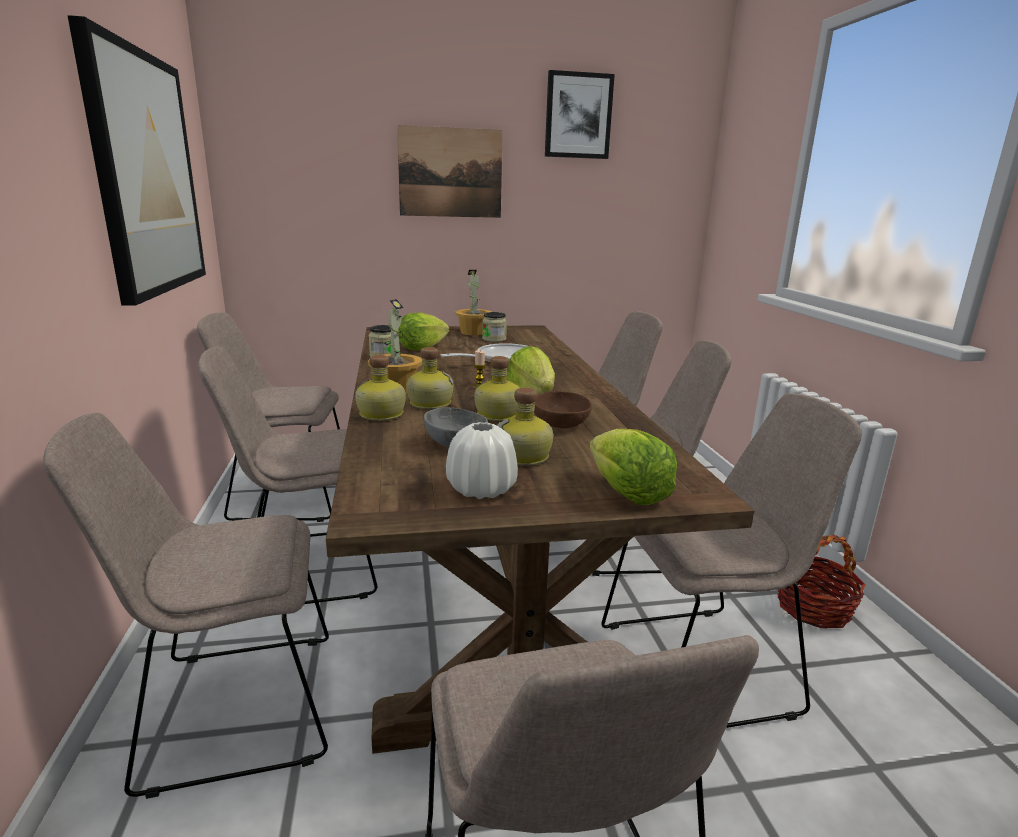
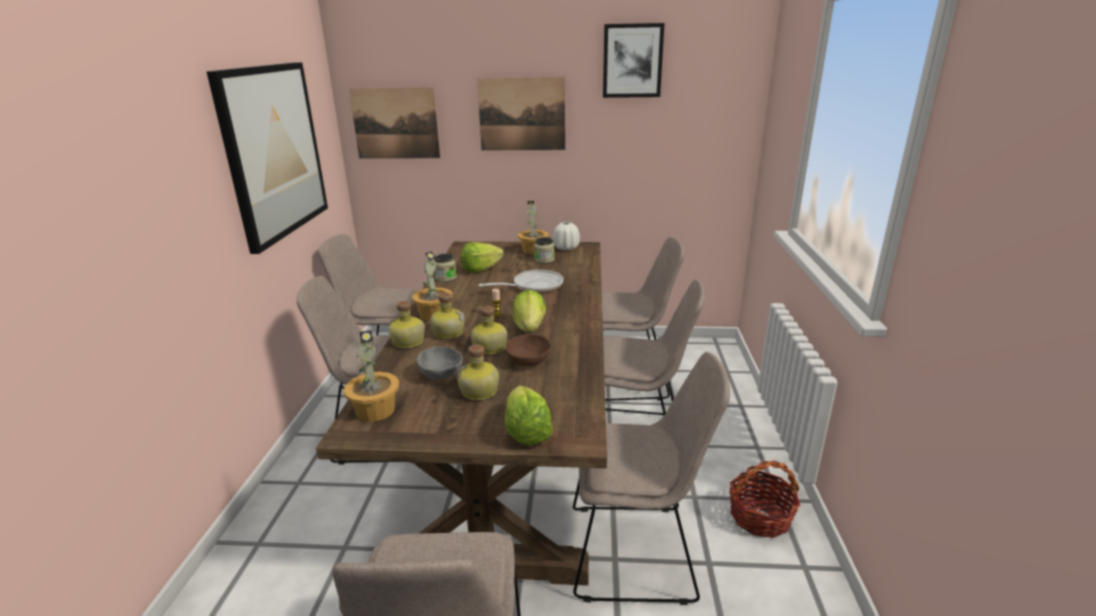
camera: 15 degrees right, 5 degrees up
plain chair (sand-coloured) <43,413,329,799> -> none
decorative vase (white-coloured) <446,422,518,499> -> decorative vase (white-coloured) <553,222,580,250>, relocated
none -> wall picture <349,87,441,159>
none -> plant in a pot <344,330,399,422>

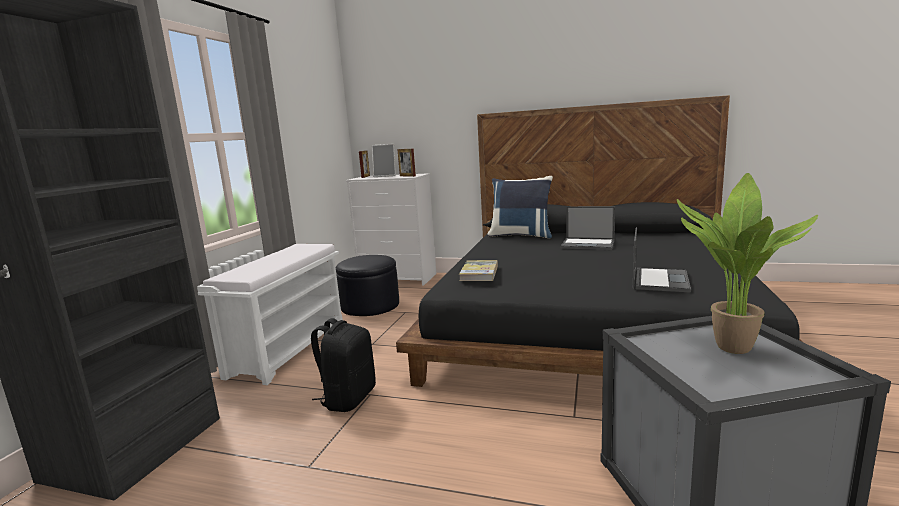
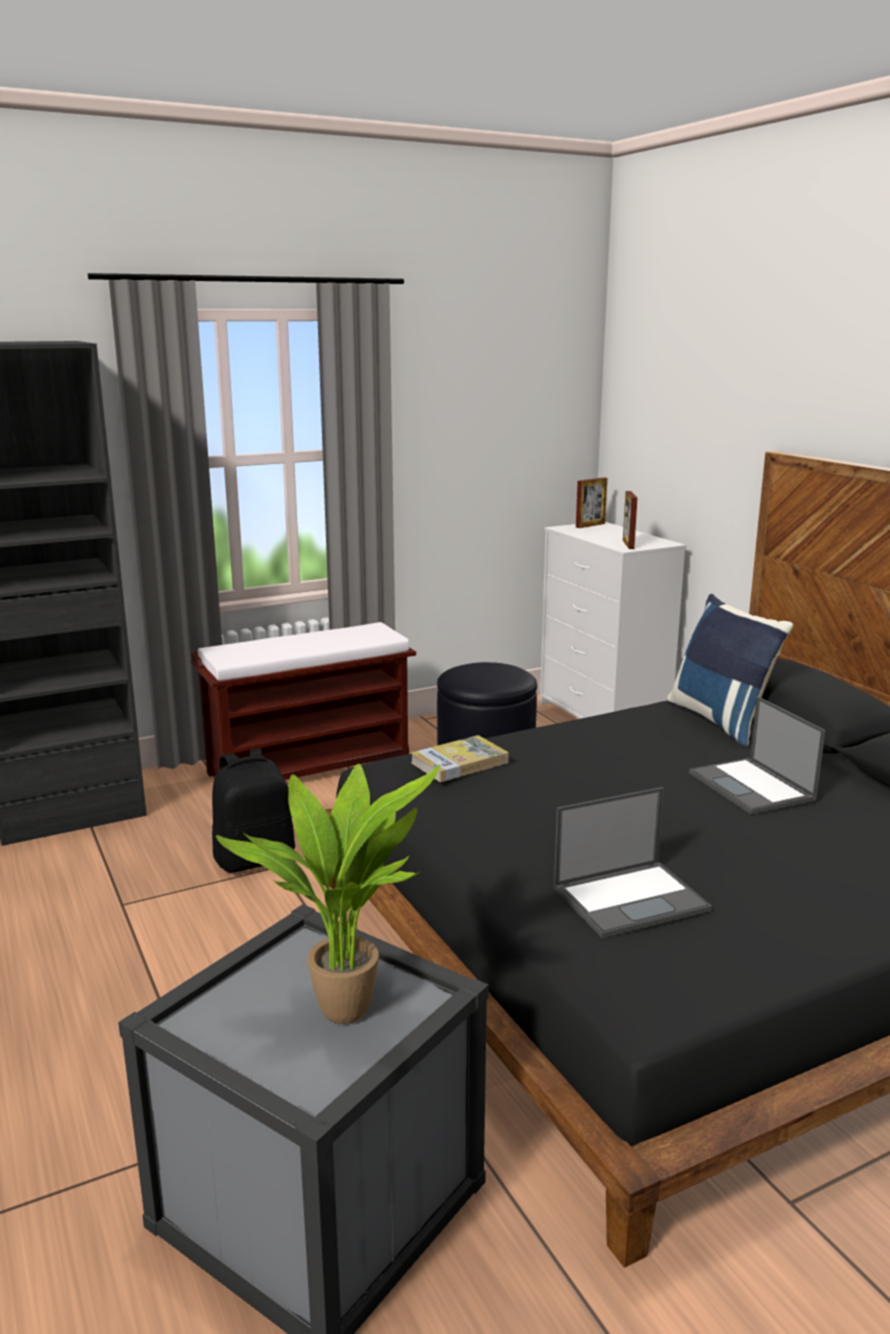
camera: 45 degrees right, 5 degrees up
standing frame <372,144,396,177> -> none
long seat (white-coloured) <197,244,343,385> -> long seat (brownish) <191,622,416,780>

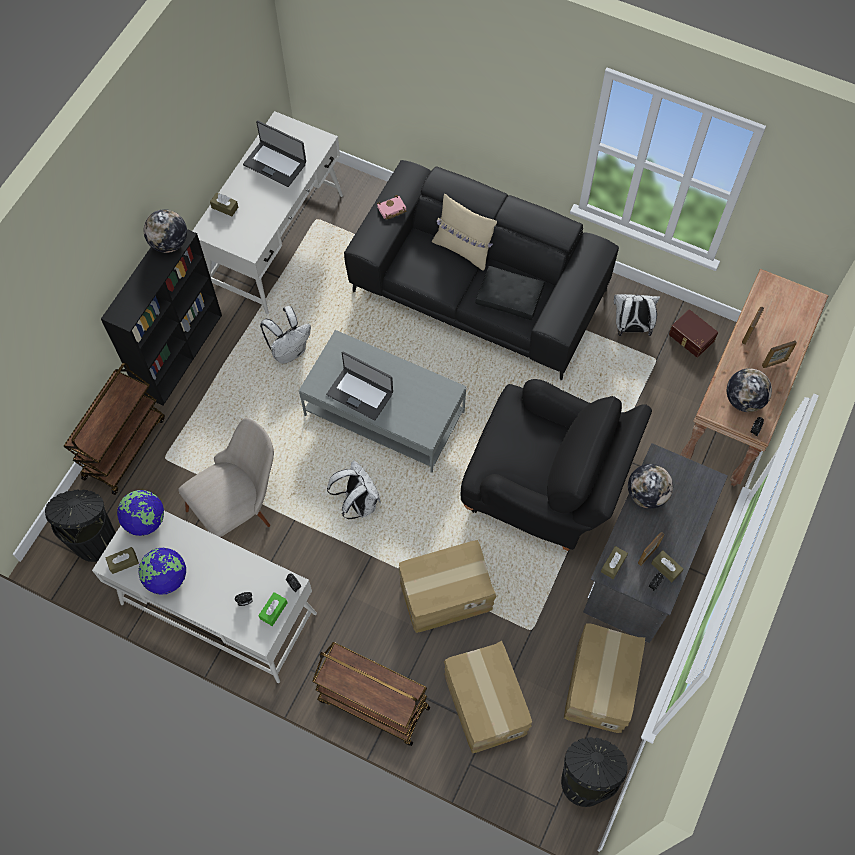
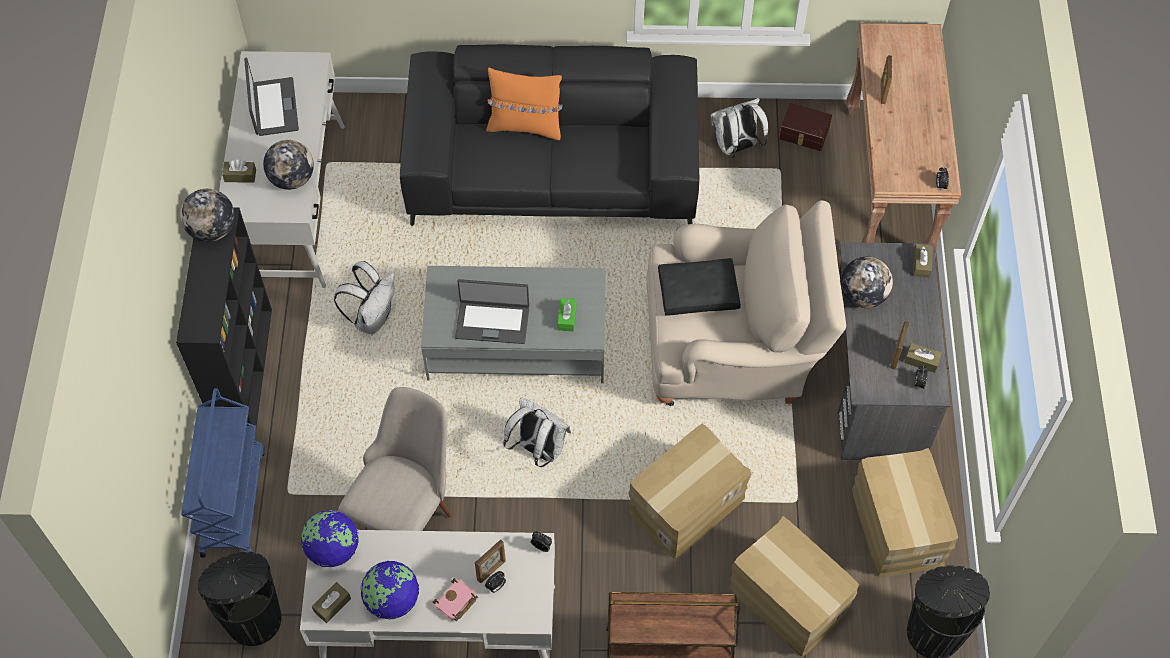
camera: 25 degrees left, 5 degrees down
laptop <243,120,306,187> -> laptop <244,57,299,136>, 105 degrees counterclockwise
pillow (sand-coloured) <432,194,497,270> -> pillow (orangey) <486,68,563,140>
bound book (pinkish) <377,195,406,220> -> bound book (pinkish) <433,578,478,621>, relocated
pillow (black-coloured) <475,266,545,320> -> pillow (black-coloured) <658,258,741,316>, relocated
standing frame <762,340,797,368> -> standing frame <475,540,506,583>, relocated
cart (brownish) <63,363,165,495> -> cart (bluish) <181,388,265,558>
world globe <727,368,772,412> -> world globe <263,140,314,190>, relocated
armchair (black-coloured) <460,379,652,551> -> armchair (sand-coloured) <646,200,846,406>
tissue box (brownish) <601,546,628,579> -> tissue box (brownish) <913,244,933,278>, relocated
tissue box (greenish) <258,592,288,626> -> tissue box (greenish) <557,298,577,332>, relocated

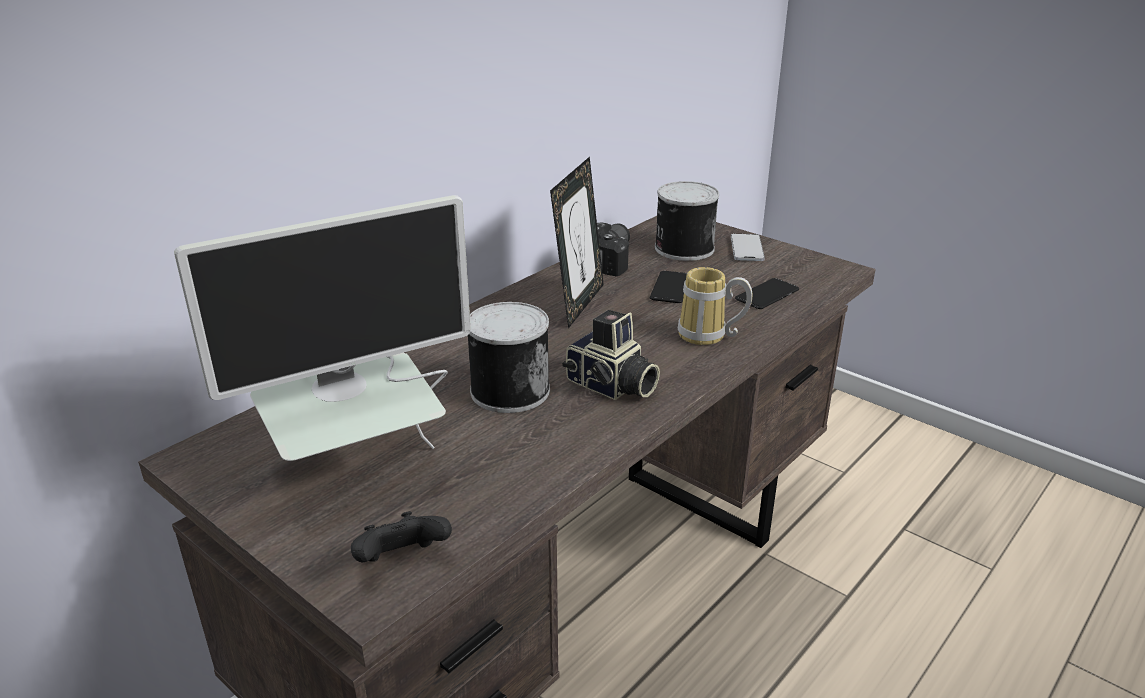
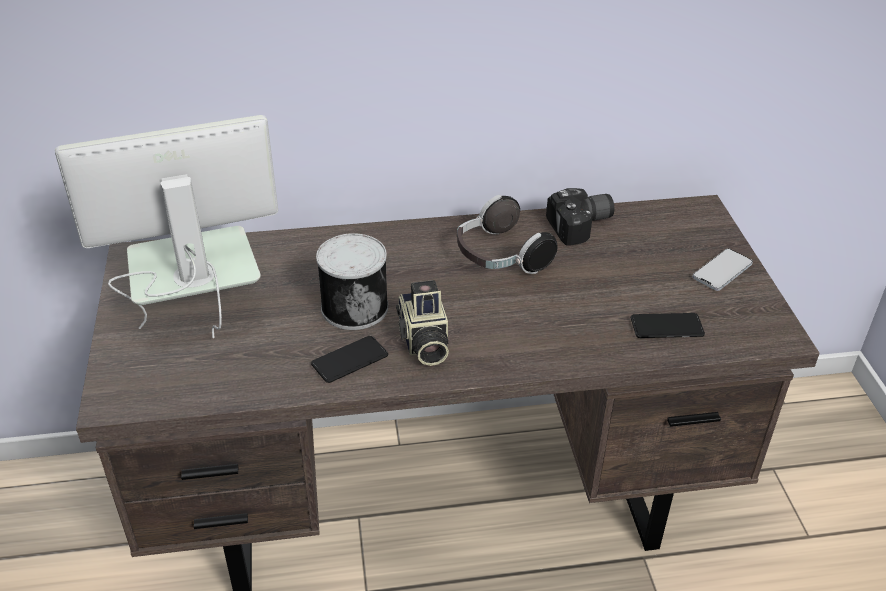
camera: 40 degrees right, 10 degrees up
standing frame <550,157,604,328> -> pair of headphones <457,195,558,274>
can <655,181,719,261> -> none
monitor <174,195,471,461> -> monitor <55,115,278,338>, 150 degrees clockwise
mug <678,267,752,345> -> none
phone <650,271,687,303> -> phone <311,336,388,383>, relocated
game controller (black-coloured) <351,511,452,562> -> none

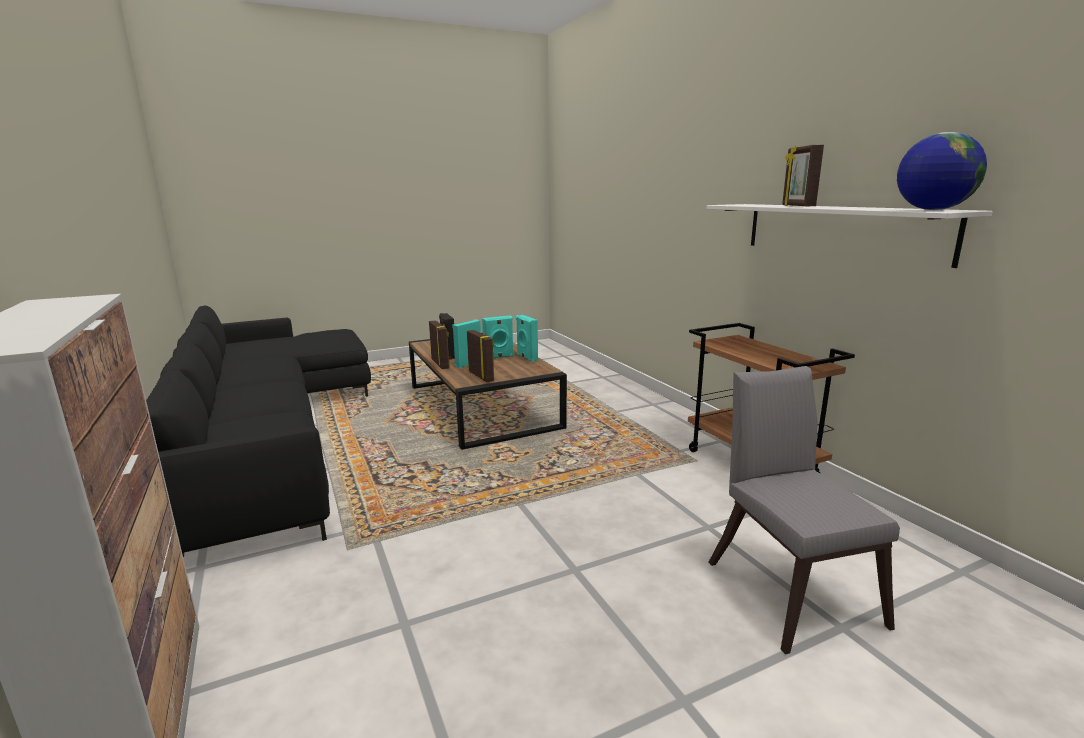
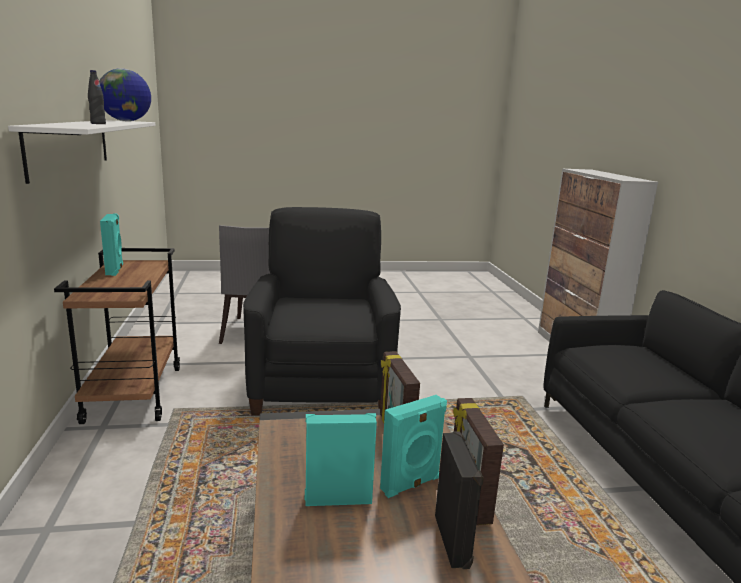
camera: 165 degrees left, 0 degrees up
standing frame <782,145,824,206> -> beverage bottle (black-coloured) <88,70,106,124>
loudspeaker (turquoise) <516,315,538,362> -> loudspeaker (turquoise) <100,213,123,276>, relocated
none -> armchair (black-coloured) <243,207,401,415>

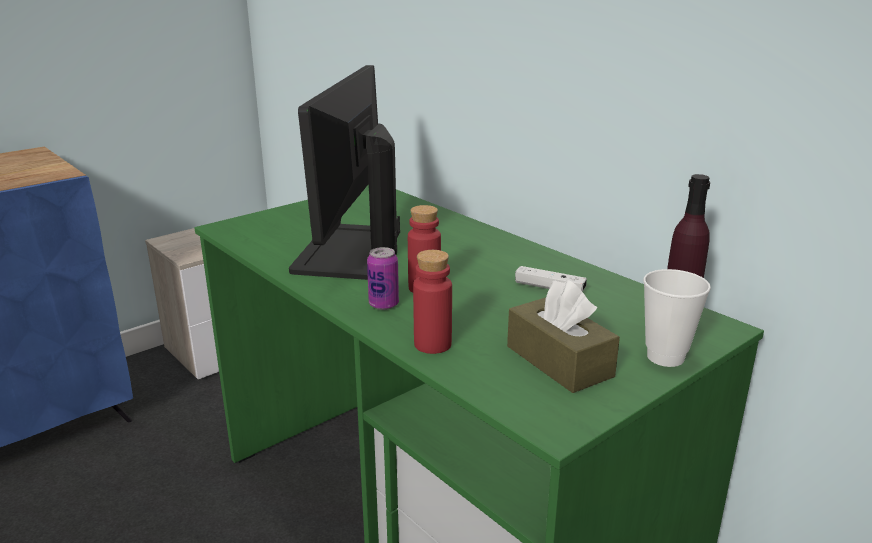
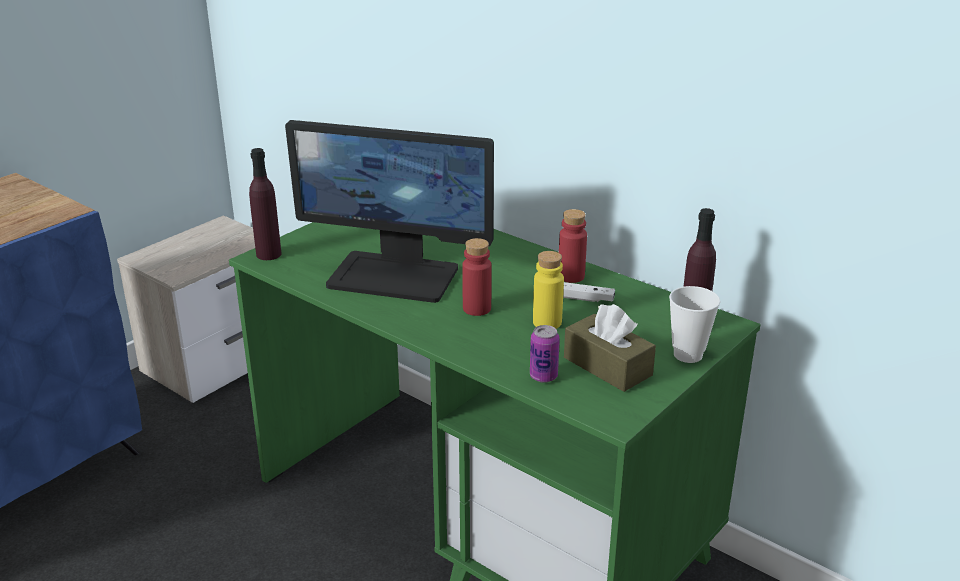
camera: 10 degrees left, 5 degrees up
monitor <289,65,400,280> -> monitor <285,120,494,303>, 75 degrees counterclockwise
can <367,247,399,310> -> can <530,325,560,383>, relocated
beverage bottle (red-coloured) <413,250,452,354> -> beverage bottle (red-coloured) <559,209,587,283>, relocated
none -> beverage bottle (purplish) <249,148,281,260>
none -> beverage bottle (yellowish) <533,251,564,329>

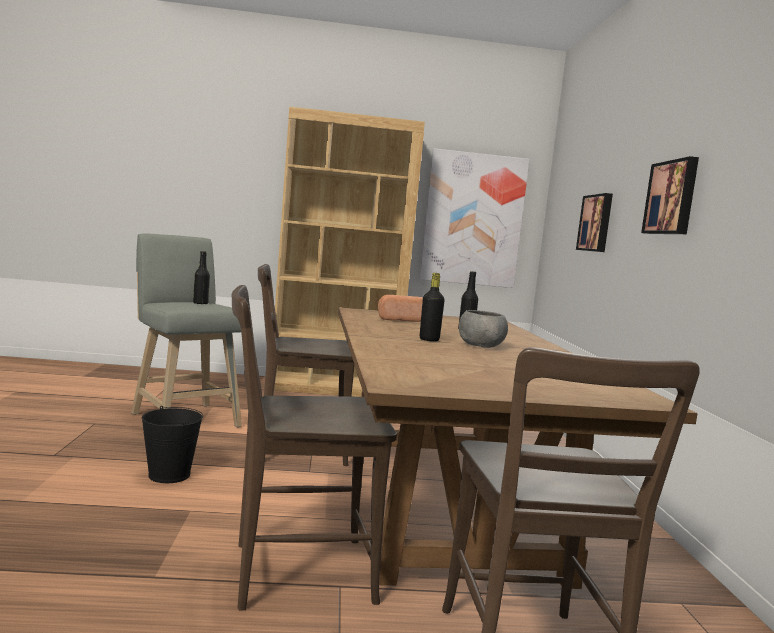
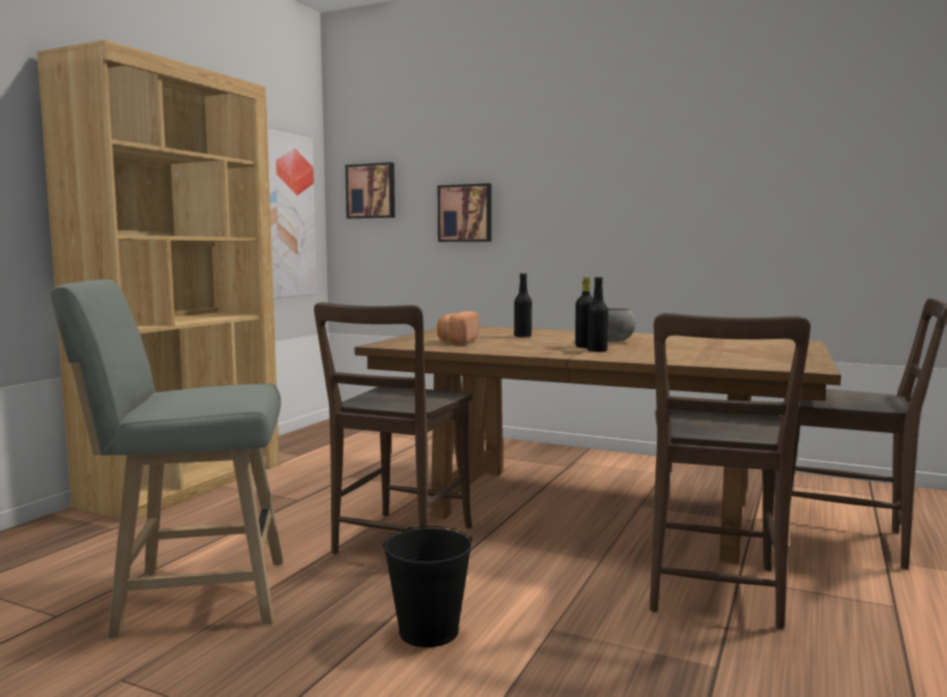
camera: 60 degrees left, 0 degrees up
wall picture <641,156,699,234> -> wall picture <345,162,395,219>, relocated
beverage bottle (black-coloured) <193,251,210,304> -> beverage bottle (black-coloured) <587,277,608,352>, relocated

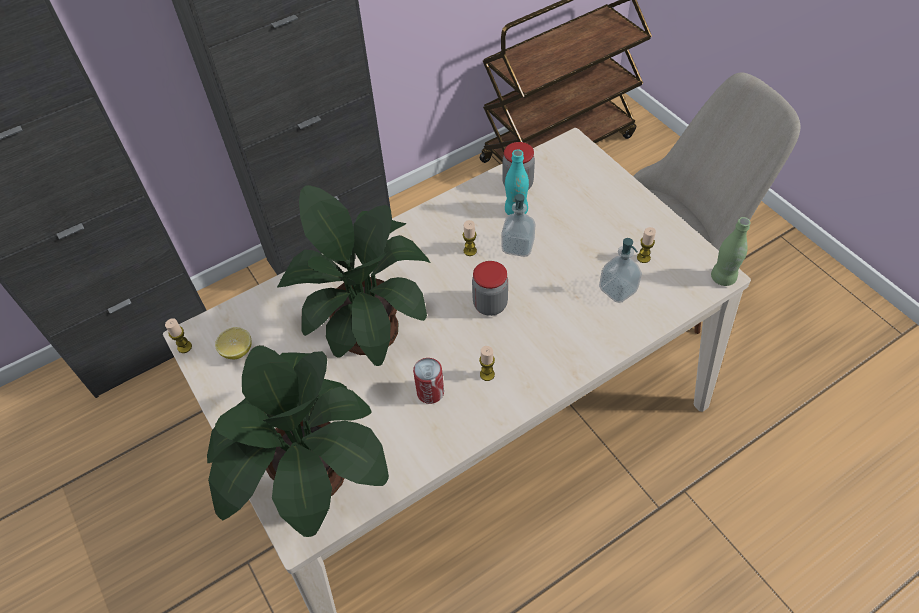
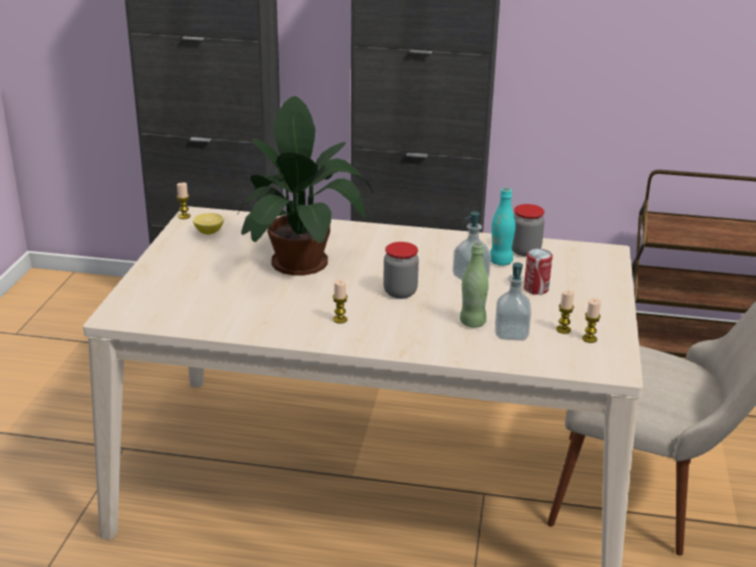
camera: 40 degrees right, 25 degrees down
beverage bottle (greenish) <711,217,751,286> -> beverage bottle (greenish) <460,242,489,328>, relocated
wax light <463,220,477,256> -> wax light <582,298,601,343>, relocated
plant in a pot <207,345,389,537> -> none
can <413,358,444,404> -> can <524,249,553,295>, relocated

